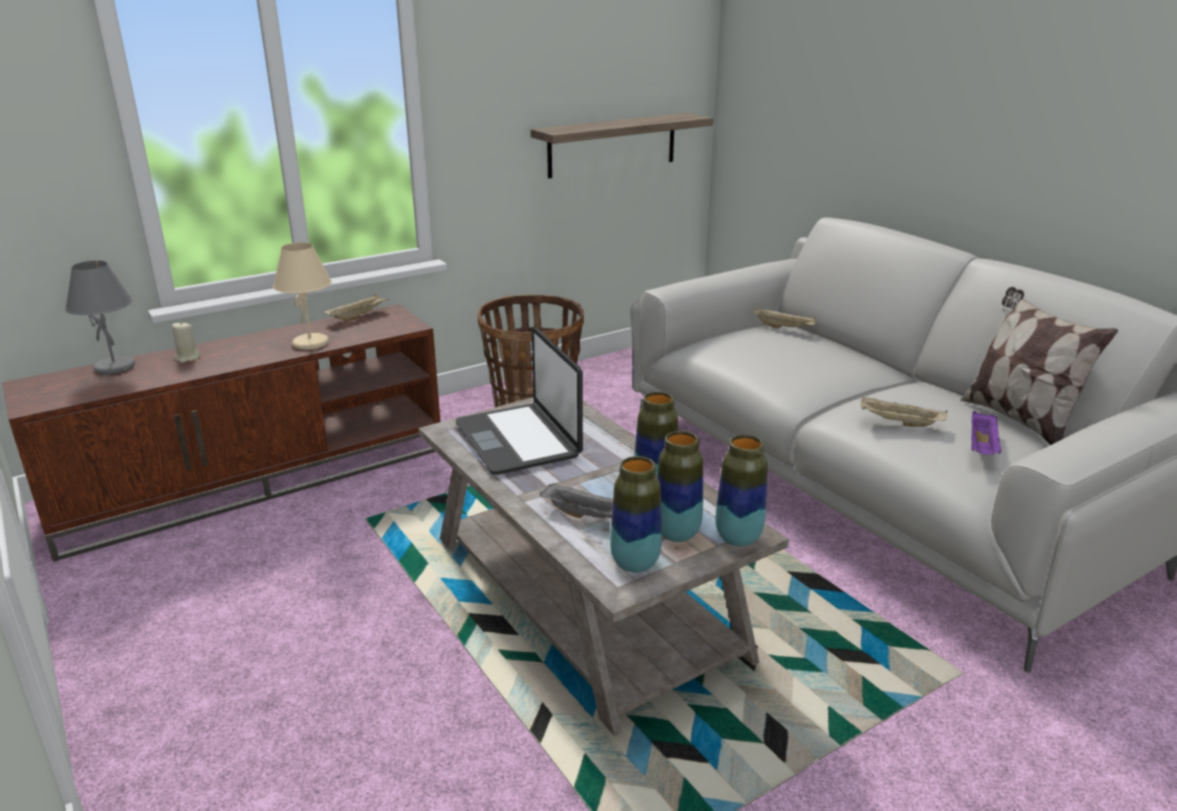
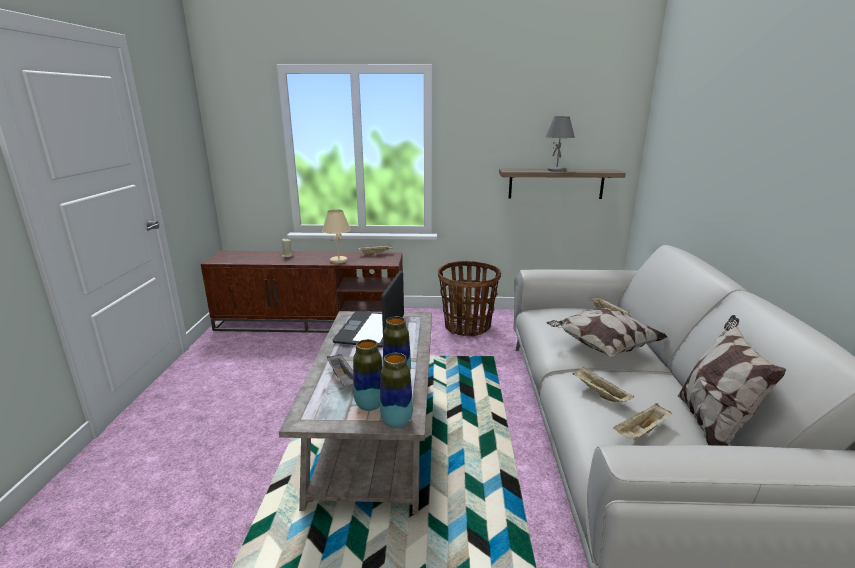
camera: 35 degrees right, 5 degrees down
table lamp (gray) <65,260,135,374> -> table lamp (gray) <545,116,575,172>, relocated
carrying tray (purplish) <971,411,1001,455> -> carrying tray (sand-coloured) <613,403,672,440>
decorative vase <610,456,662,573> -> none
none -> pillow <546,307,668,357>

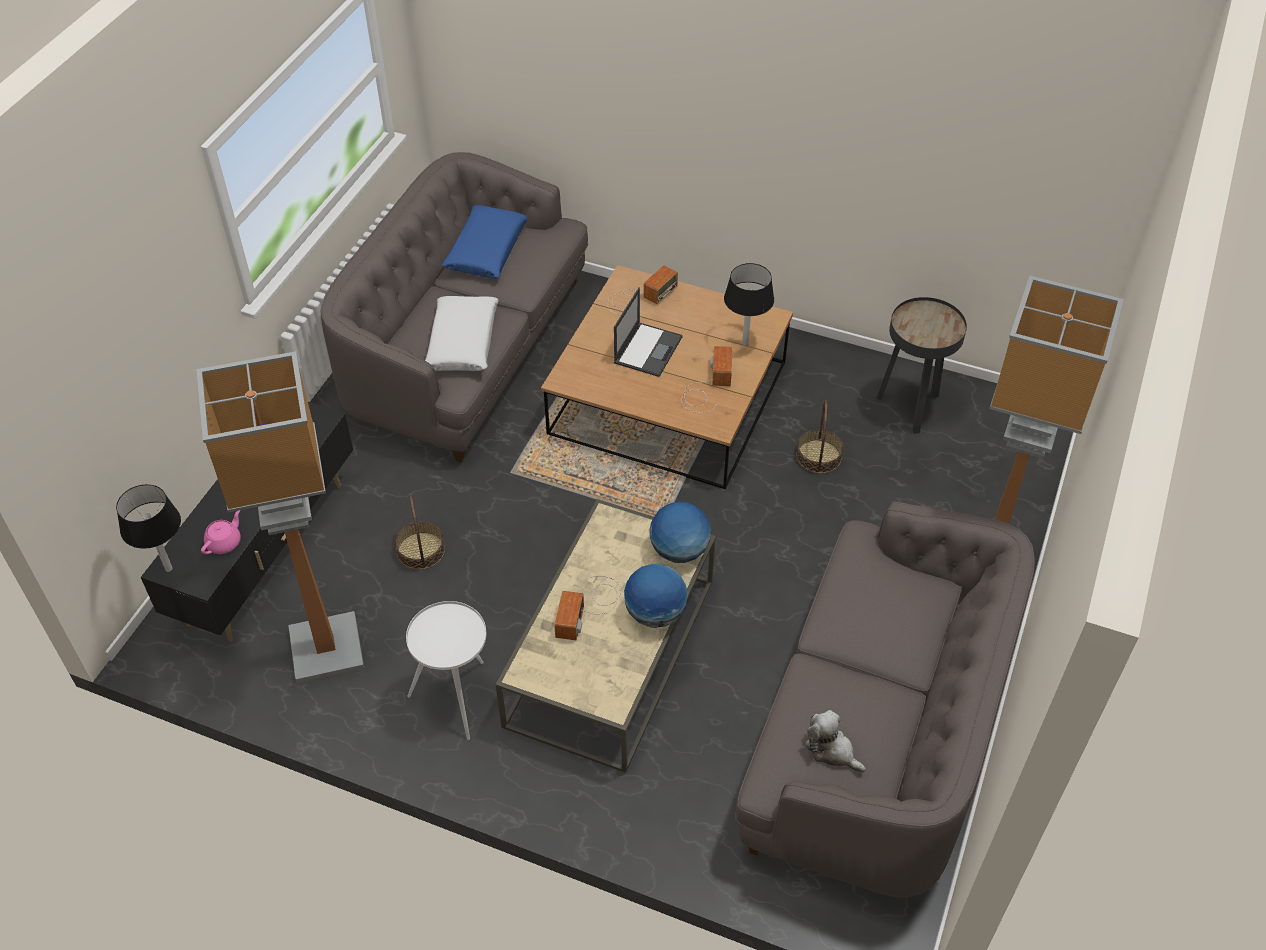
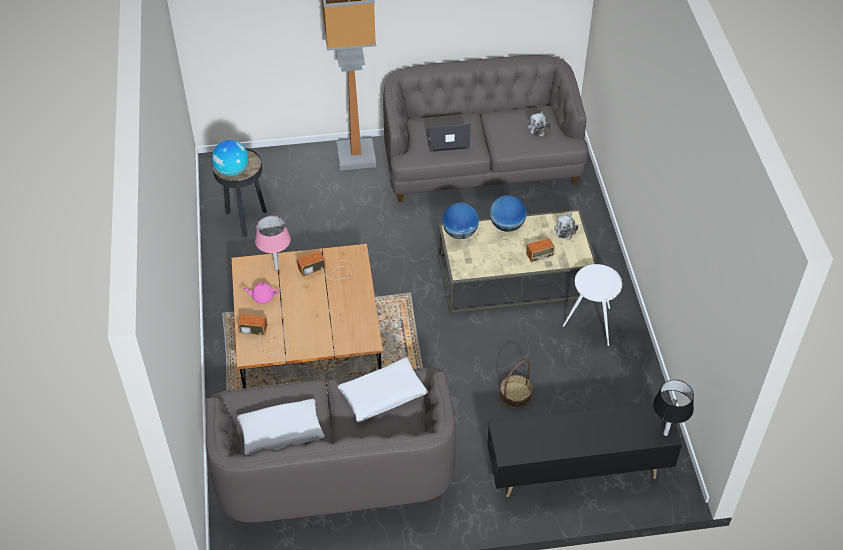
camera: 120 degrees left, 0 degrees up
pillow (bluish) <442,205,528,278> -> pillow (white-coloured) <237,399,325,455>
table lamp (black-coloured) <724,263,774,346> -> table lamp (pinkish) <255,216,291,270>
laptop <614,287,683,377> -> laptop <426,123,471,152>, relocated
standard lamp <196,351,365,686> -> none
basket <796,400,843,474> -> none
teapot (pinkish) <201,510,241,554> -> teapot (pinkish) <243,282,279,304>, relocated
none -> world globe <212,140,249,176>
none -> cuddly toy <554,211,578,239>

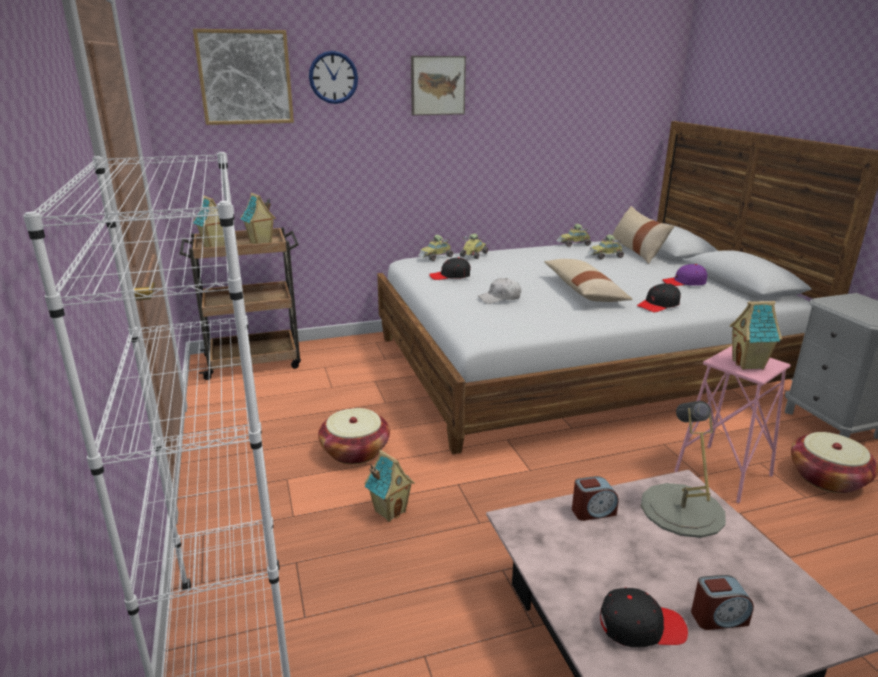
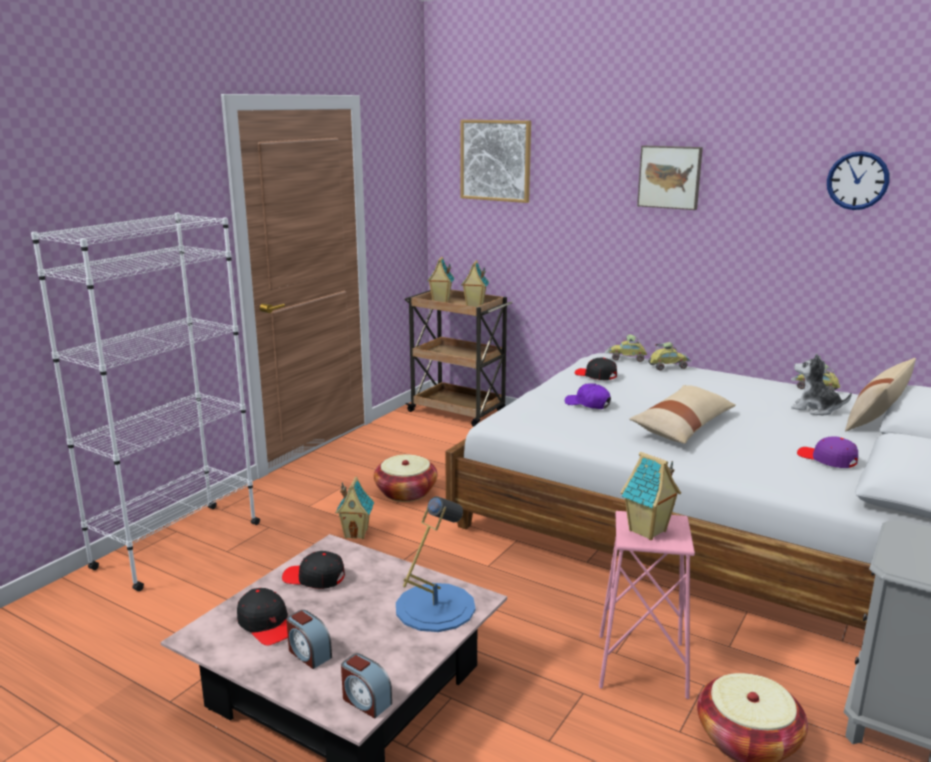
camera: 50 degrees right, 5 degrees down
wall clock <309,51,358,104> -> wall clock <827,151,890,210>, relocated
miniature car <587,235,624,260> -> cuddly toy <791,353,852,415>
baseball cap (white-coloured) <478,278,521,304> -> baseball cap (purplish) <565,383,611,409>
baseball cap (black-coloured) <637,283,681,312> -> baseball cap (black-coloured) <282,551,345,589>, relocated
table lamp (gray) <641,401,726,538> -> table lamp (bluish) <396,496,476,632>
table clock <572,476,619,521> -> table clock <341,653,392,718>, relocated

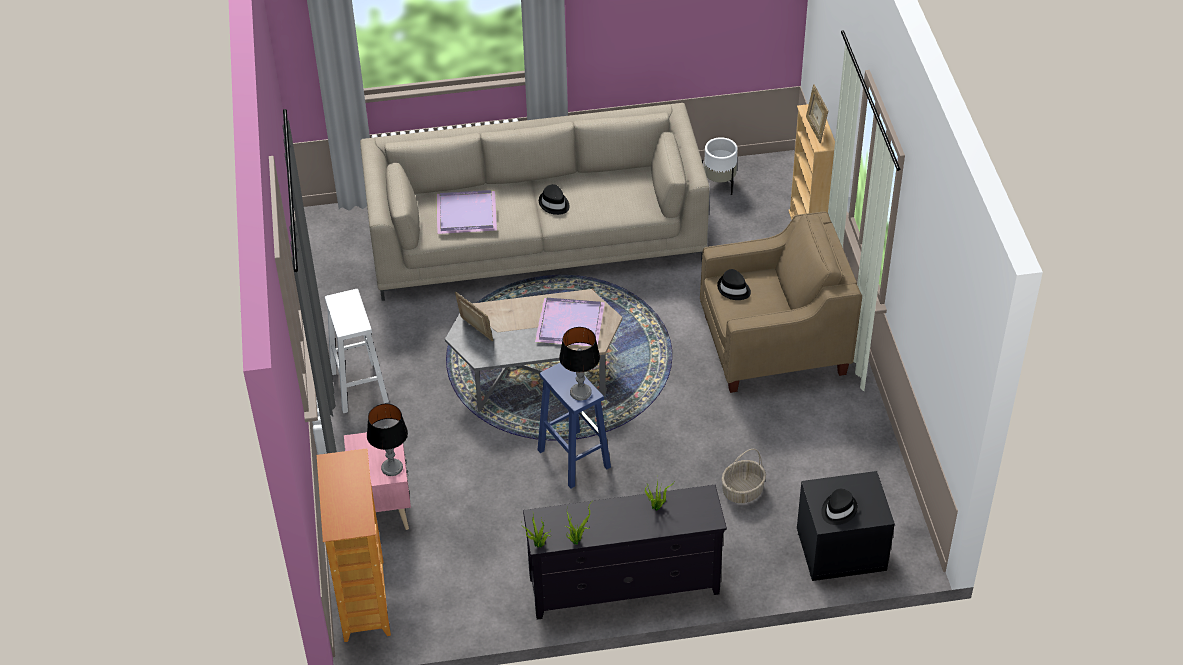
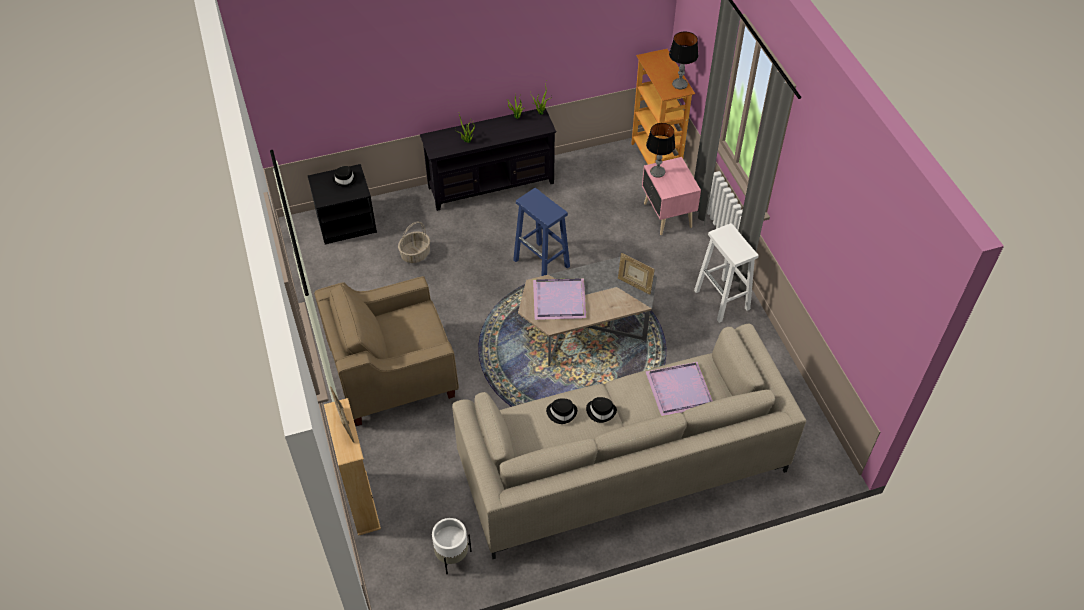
camera: 170 degrees right, 5 degrees up
hat (black-coloured) <717,269,751,300> -> hat (black-coloured) <546,398,577,424>, relocated
table lamp <559,327,600,400> -> table lamp <669,31,698,89>, relocated

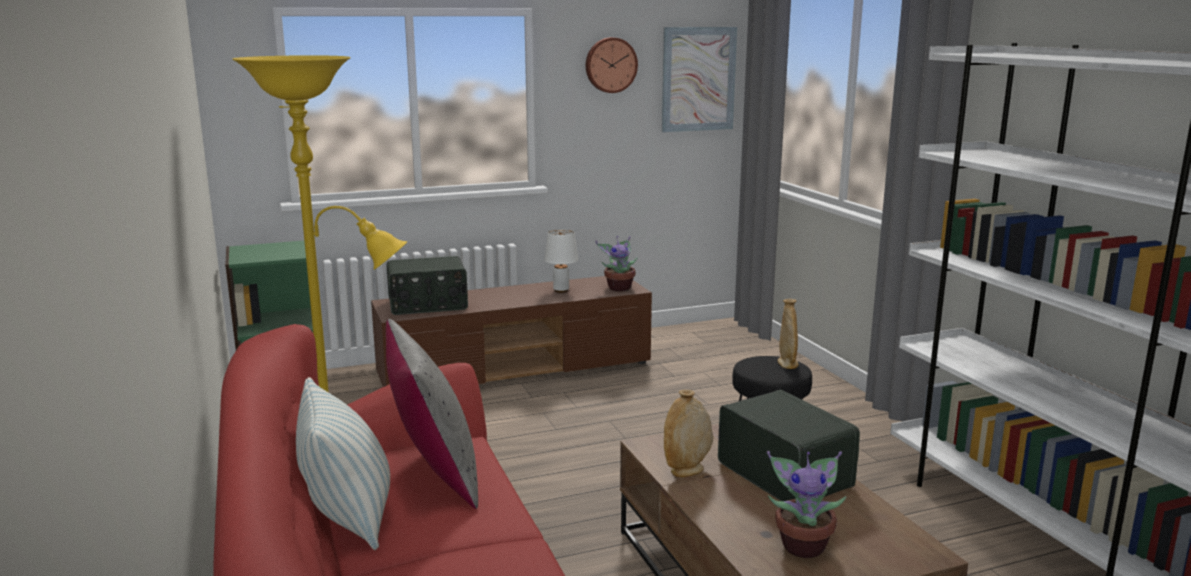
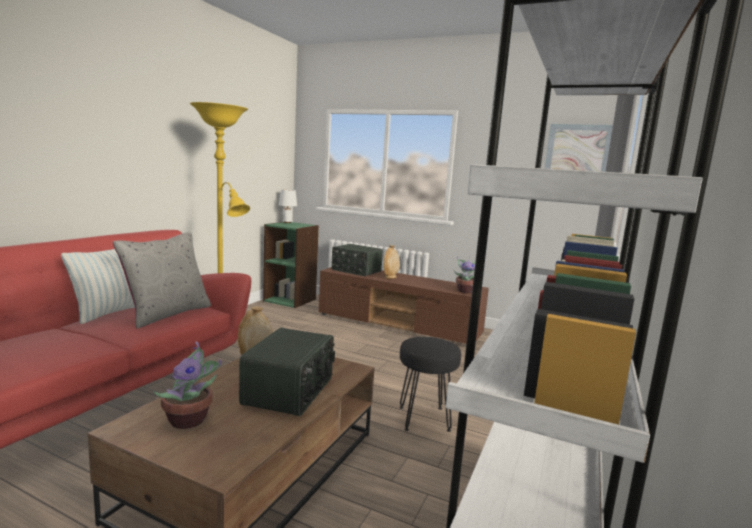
camera: 45 degrees right, 5 degrees down
wall clock <586,37,638,93> -> none
table lamp (white-coloured) <545,229,578,293> -> table lamp (white-coloured) <279,189,297,223>, relocated
decorative vase (sand-coloured) <777,299,799,369> -> decorative vase (sand-coloured) <384,245,400,279>, relocated

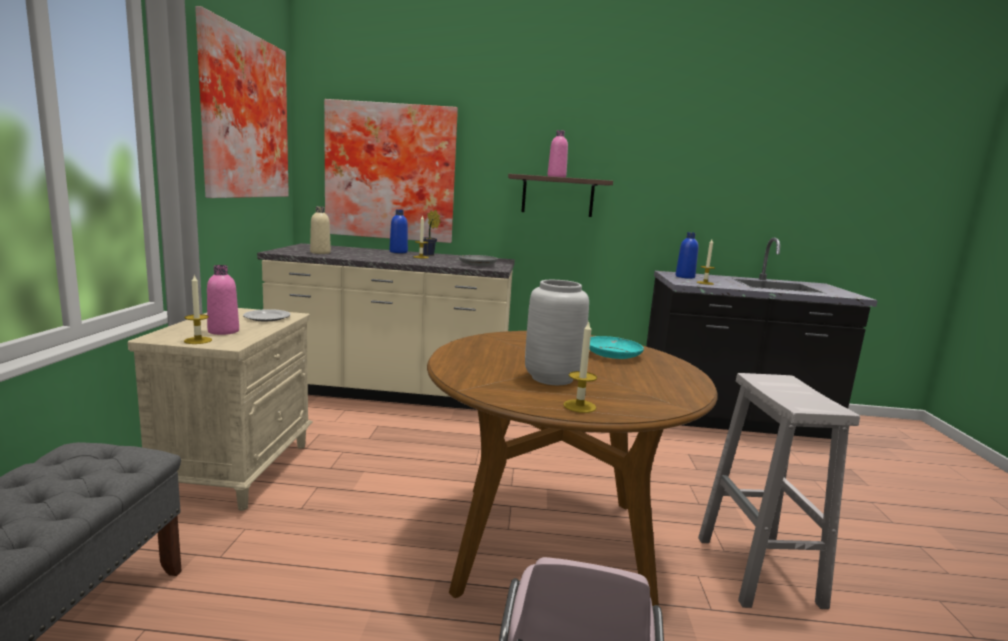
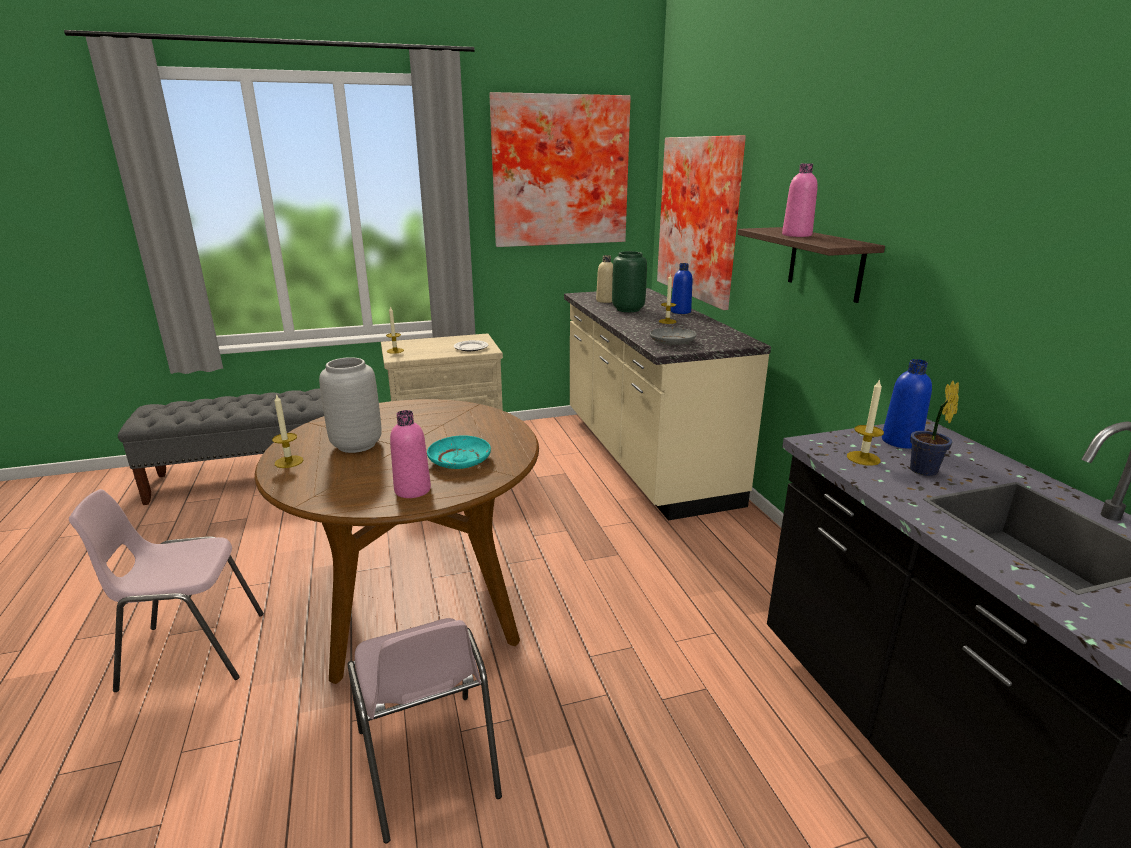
camera: 70 degrees right, 10 degrees up
plant in a pot <423,210,441,256> -> plant in a pot <910,380,959,476>, relocated
beverage bottle (pinkish) <207,265,239,335> -> beverage bottle (pinkish) <390,410,431,498>, relocated
sitting stool (white-coloured) <698,373,860,609> -> plain chair (pinkish) <347,618,502,844>
none -> decorative vase (greenish) <612,251,647,312>

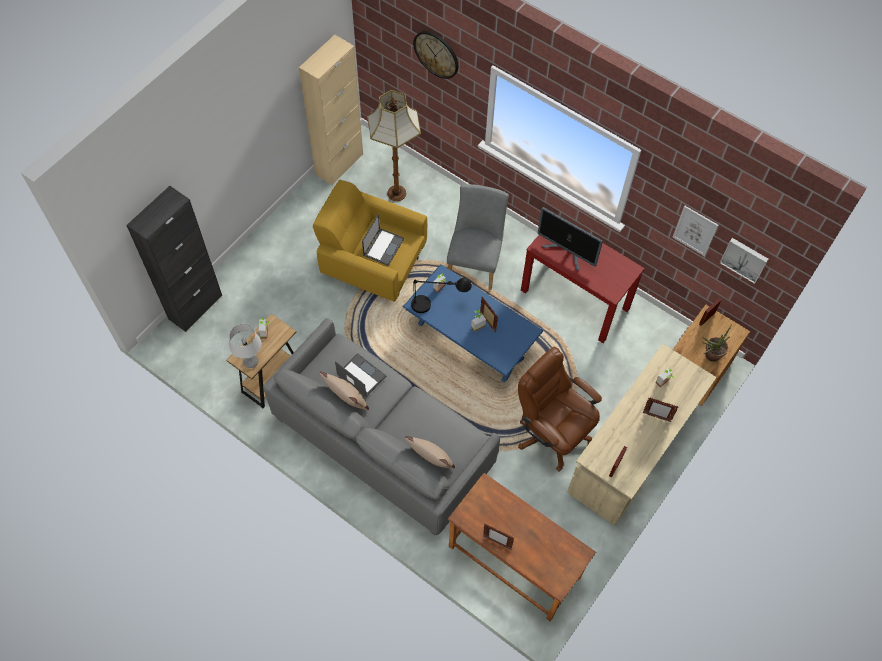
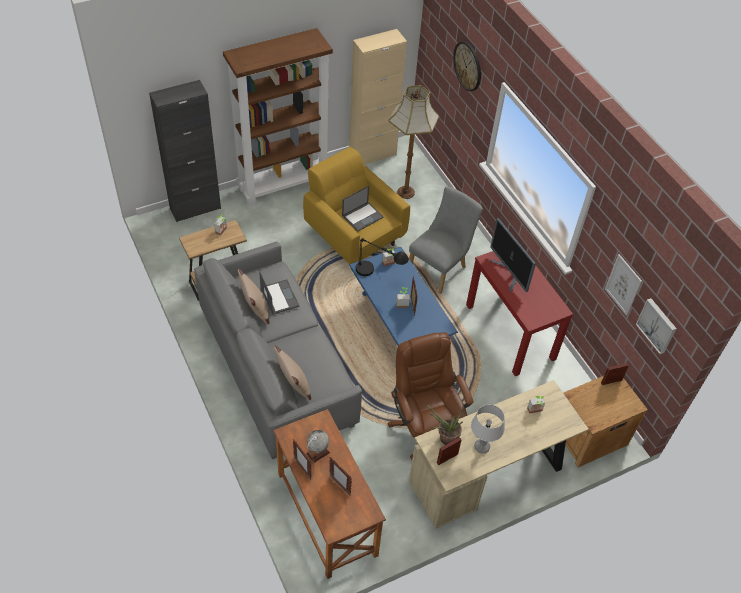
camera: 25 degrees right, 10 degrees down
table lamp (gray) <229,324,261,368> -> table lamp (gray) <471,405,505,454>, relocated
plant in a pot <702,324,732,362> -> plant in a pot <426,404,463,445>, relocated
standing frame <643,397,679,422> -> standing frame <329,457,352,496>, relocated
none -> bookcase (brownish) <223,28,333,207>
none -> world globe <306,430,330,463>

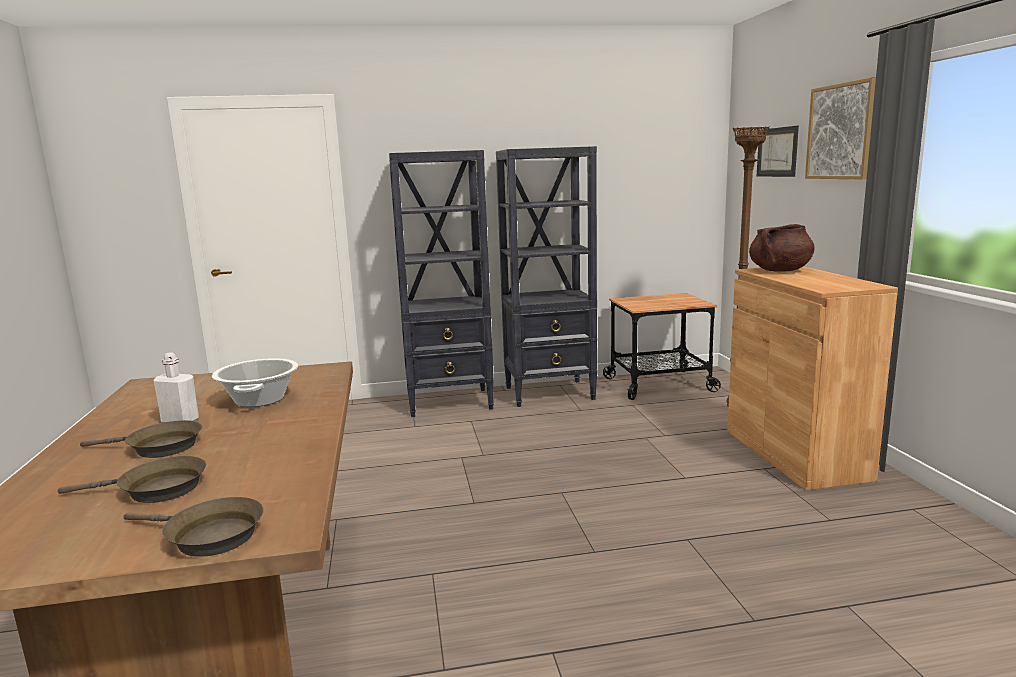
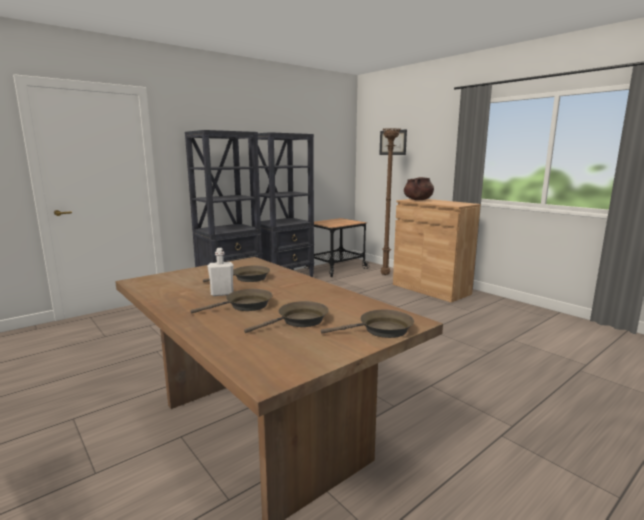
camera: 30 degrees left, 0 degrees up
wall picture <805,77,876,179> -> none
saucepot <212,358,298,407> -> pan (brownish) <203,266,270,282>

